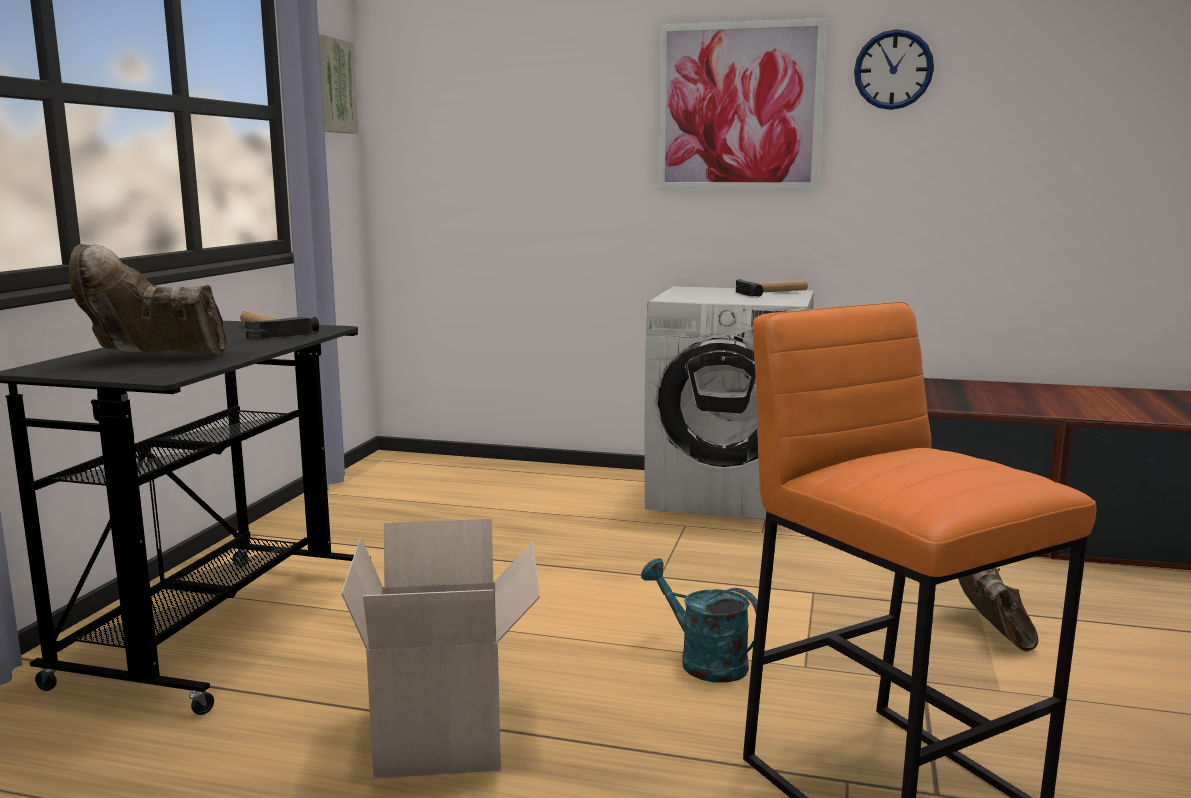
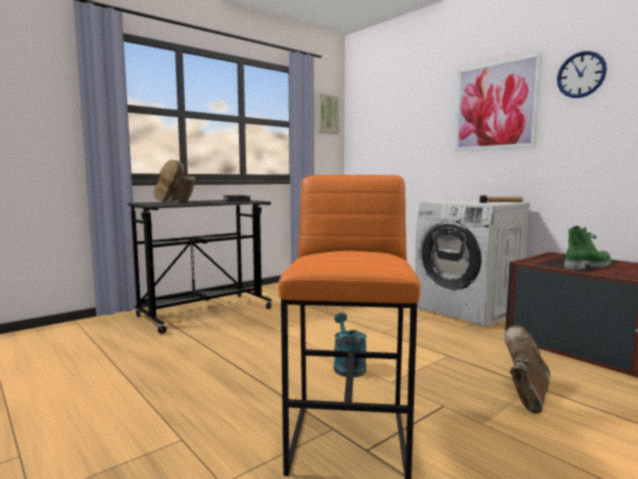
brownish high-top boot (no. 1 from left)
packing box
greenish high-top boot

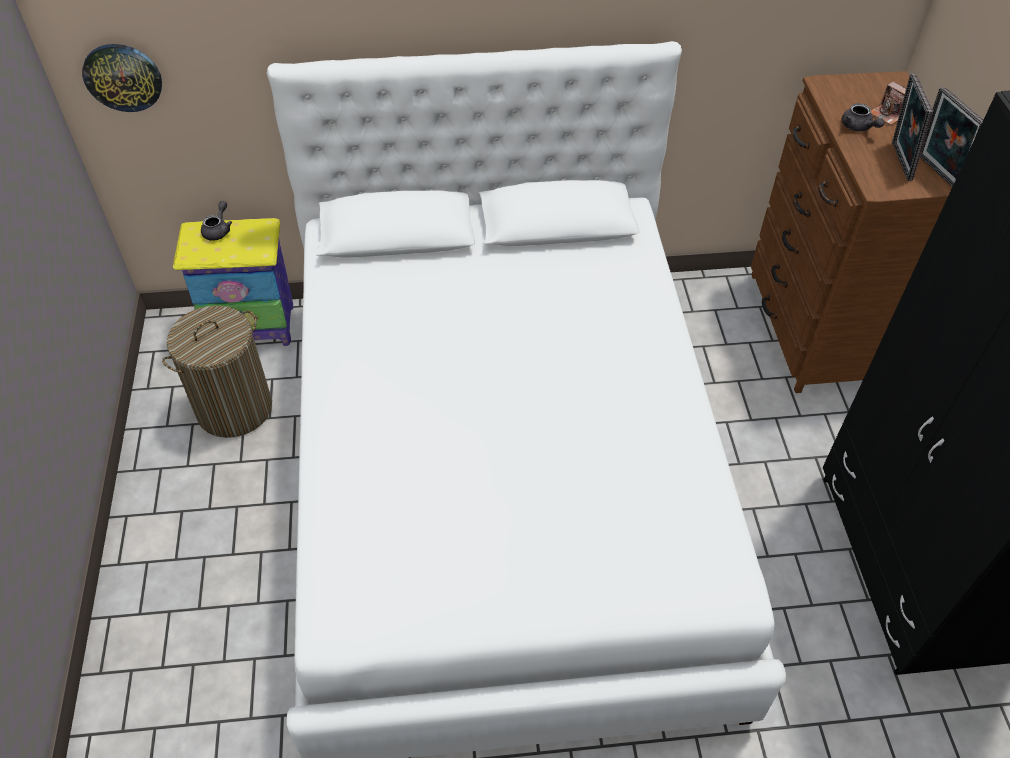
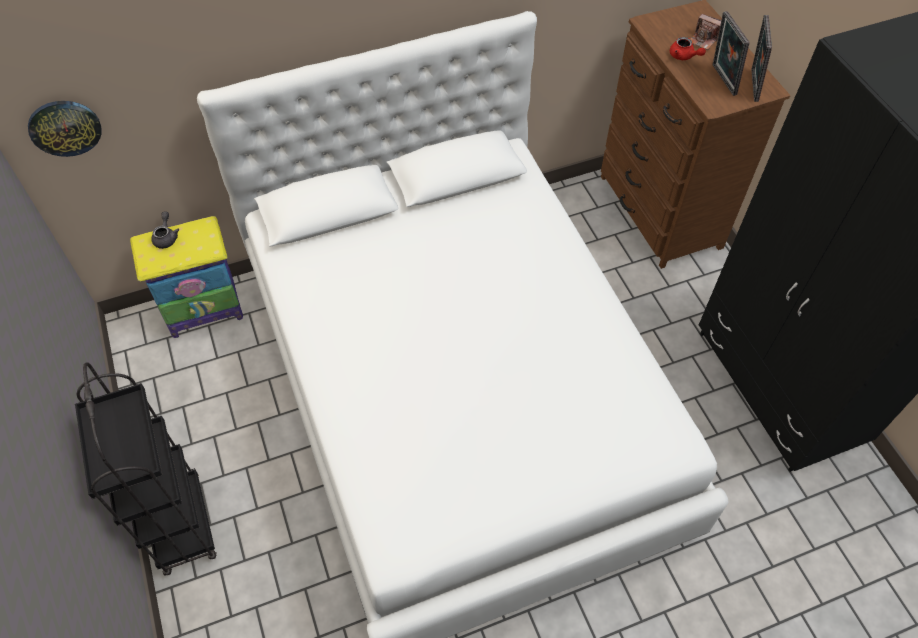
laundry basket
red-coloured pot for tea
standing frame (no. 2 from left)
black-coloured trolley

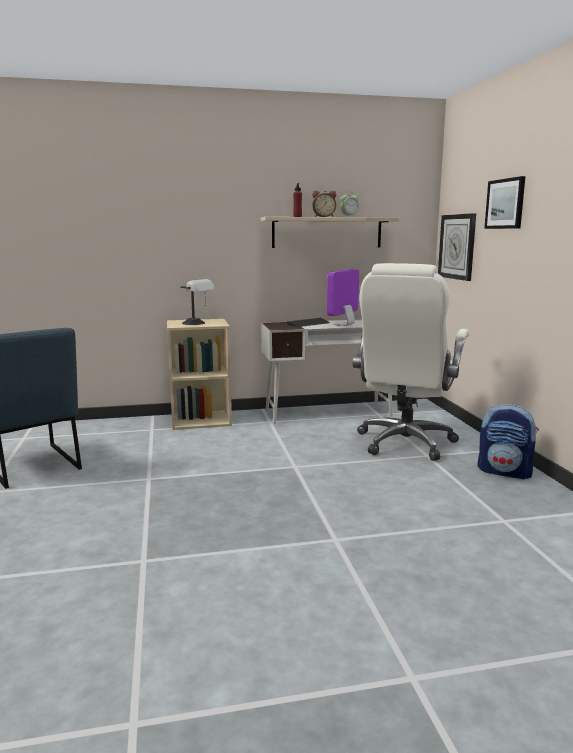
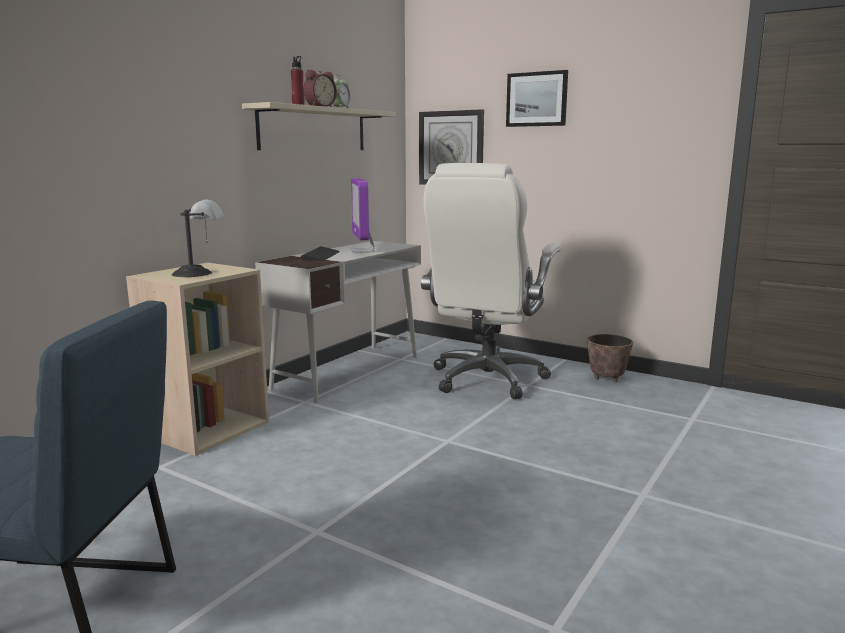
whitish office chair
flower pot

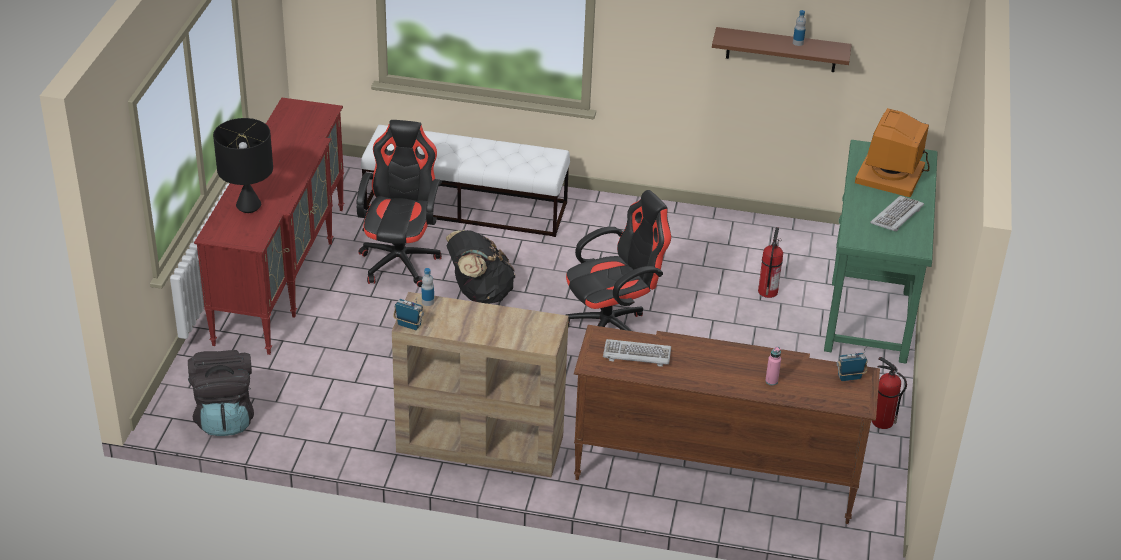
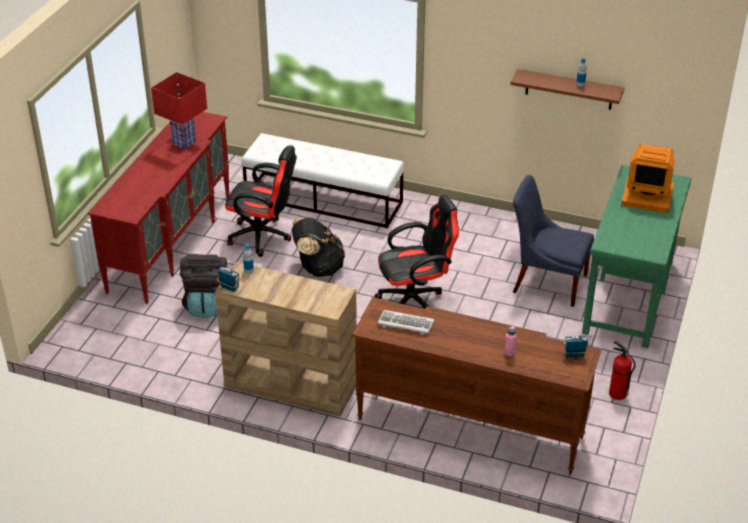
black-coloured rucksack (no. 1 from left)
black-coloured table lamp
black-coloured office chair (no. 1 from left)
bluish upright chair
computer screen
keyboard (no. 2 from left in the first image)
red-coloured table lamp

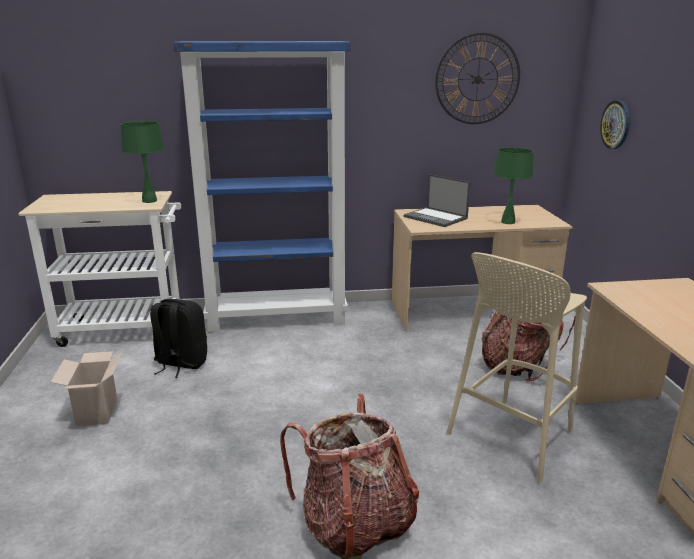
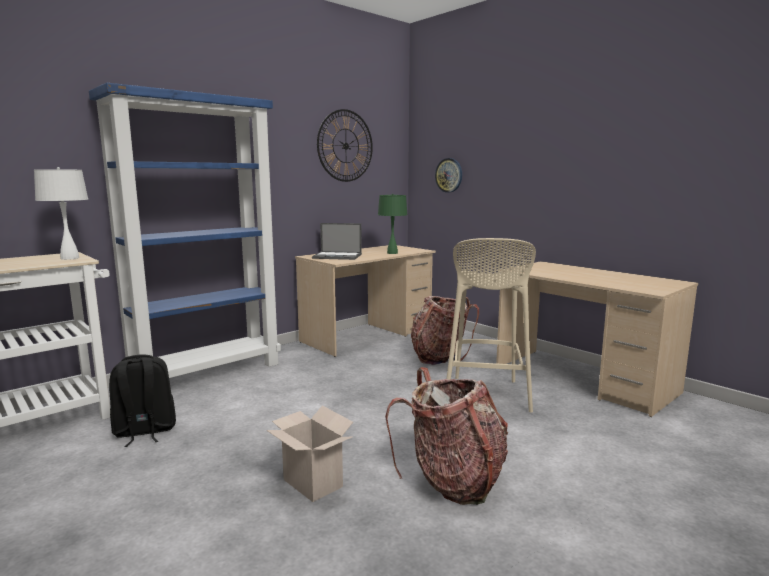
packing box
whitish table lamp

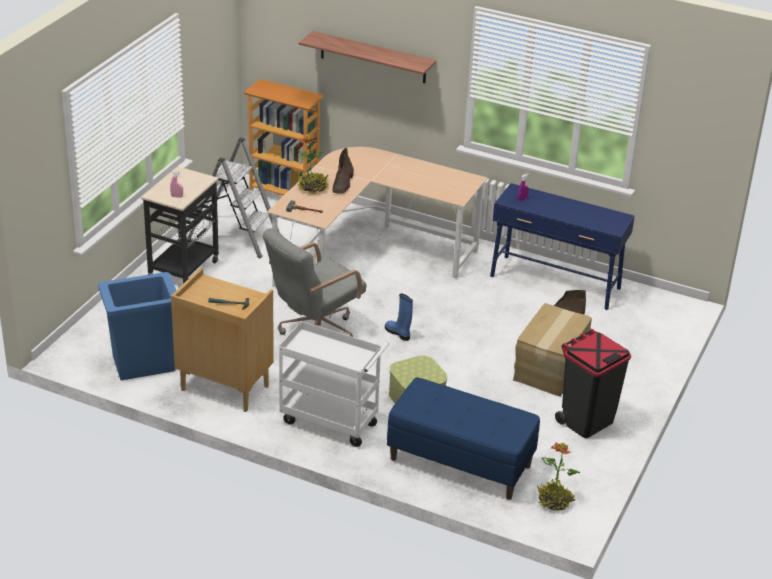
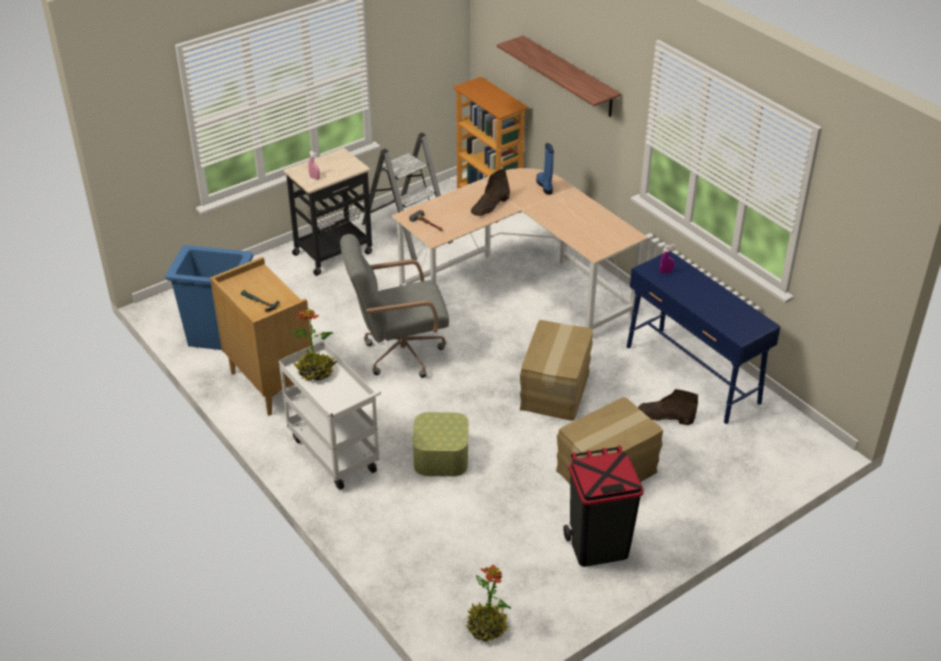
potted plant (no. 1 from left)
bluish high-top boot
bluish bench
packing box (no. 1 from left)

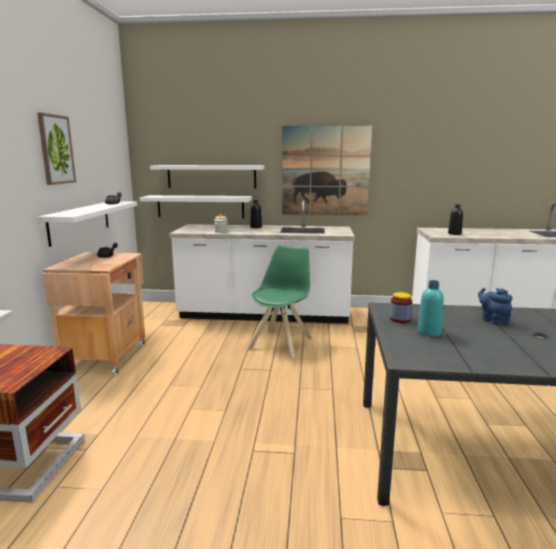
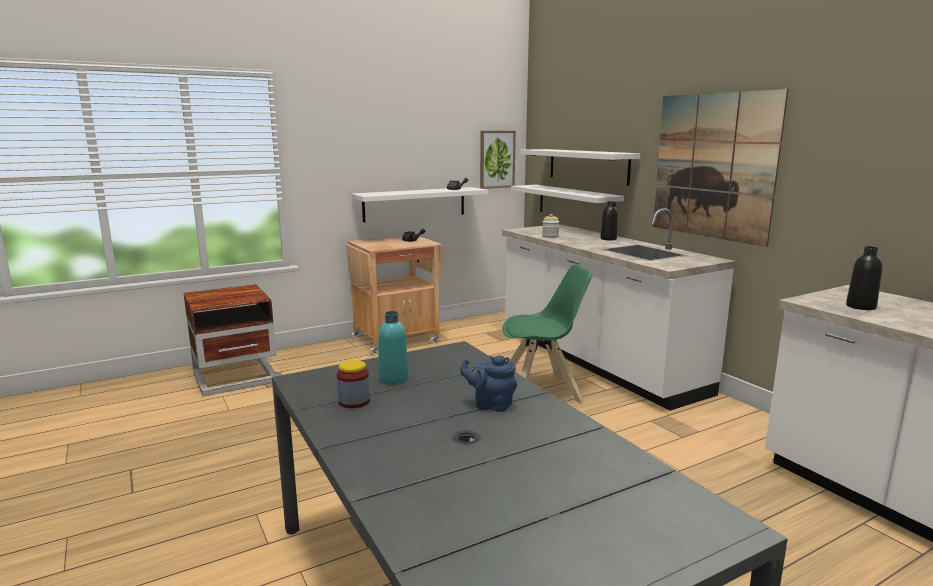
wall picture (no. 1 from left)
preserve jar (no. 1 from left)
bluish pot for tea

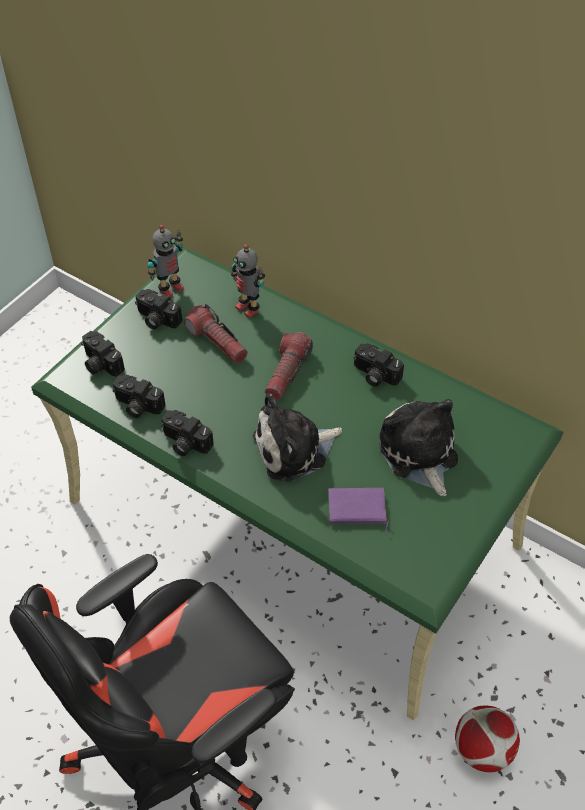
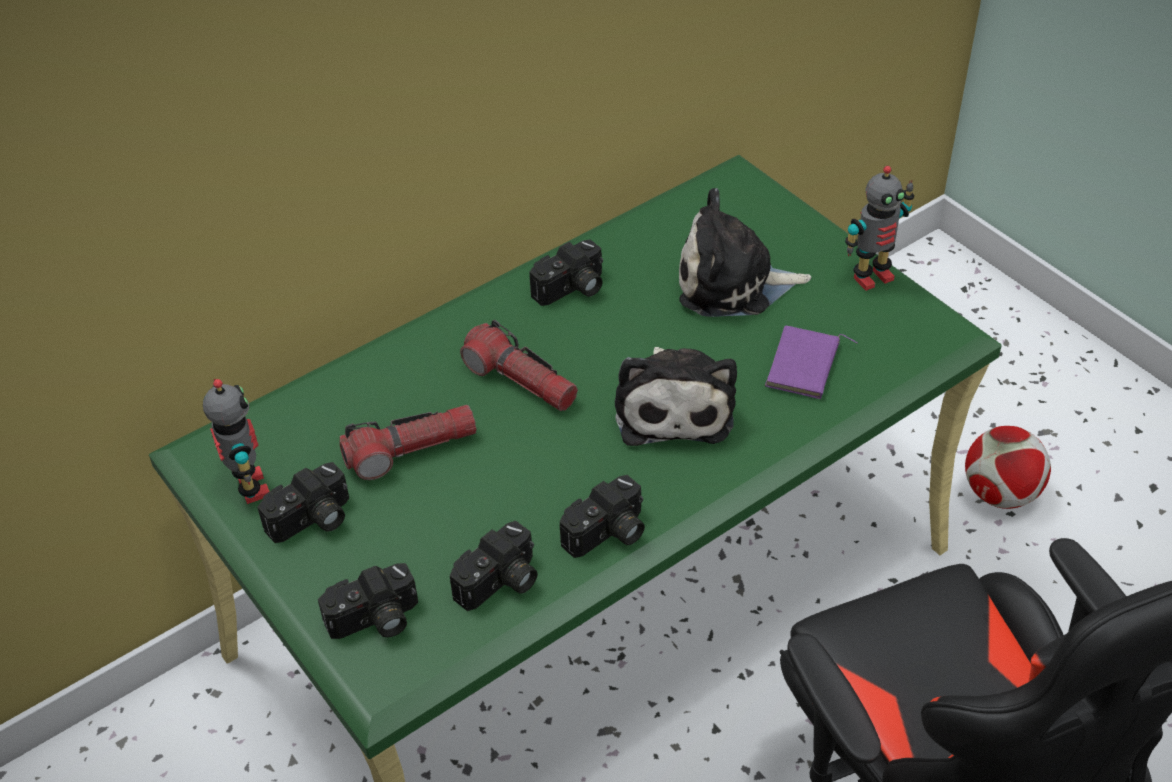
robot figure (no. 2 from left)

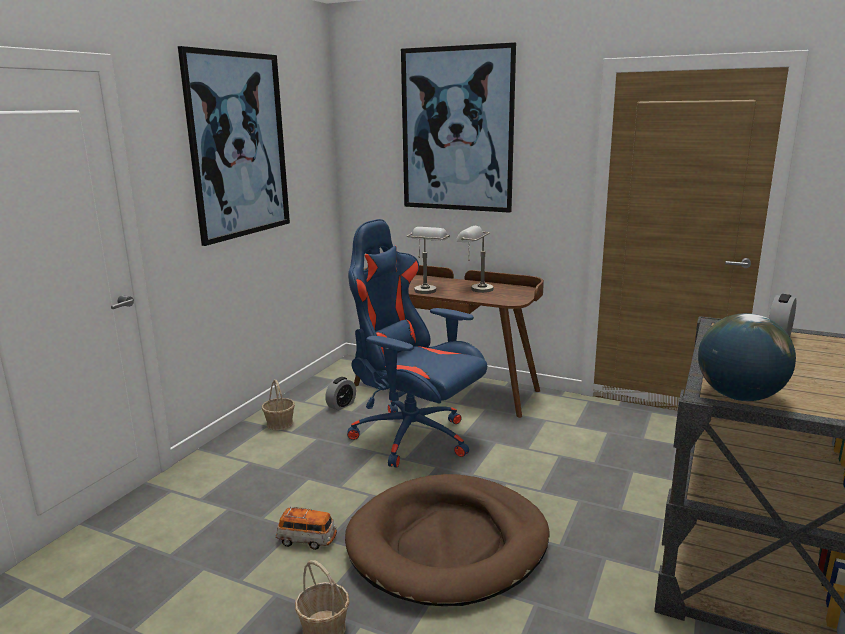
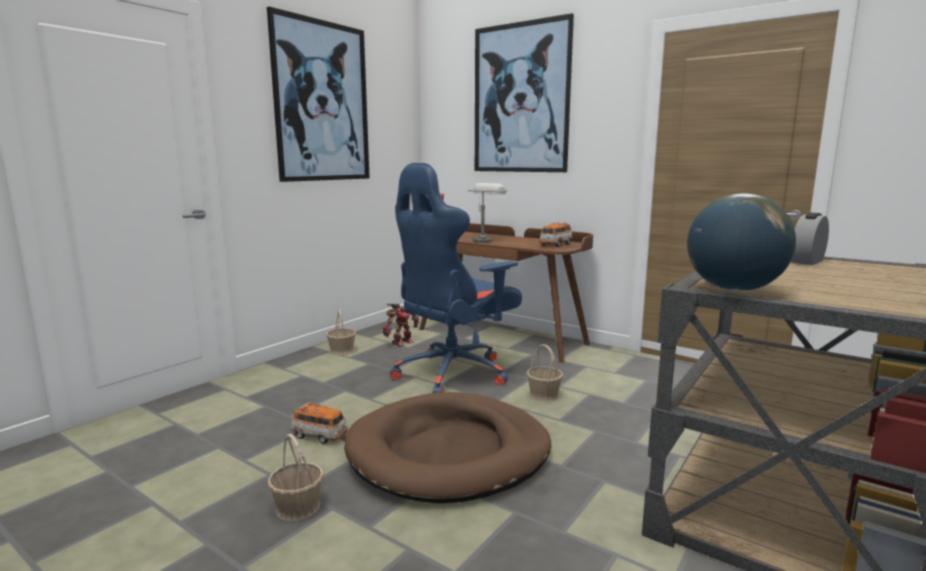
robot figure
bluish office chair
grey table lamp (no. 2 from left in the first image)
storage basket (no. 3 from left)
model car (no. 2 from left)

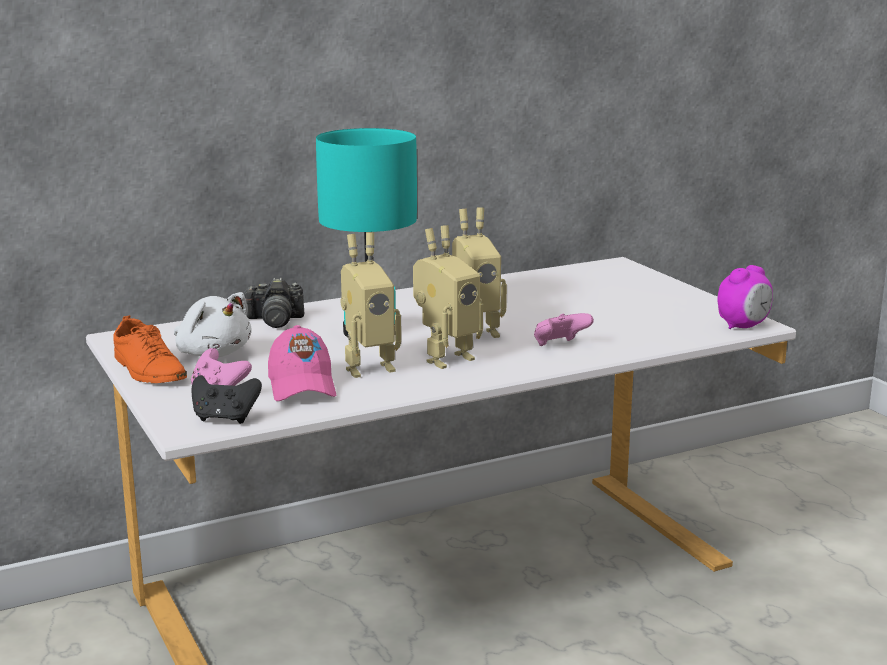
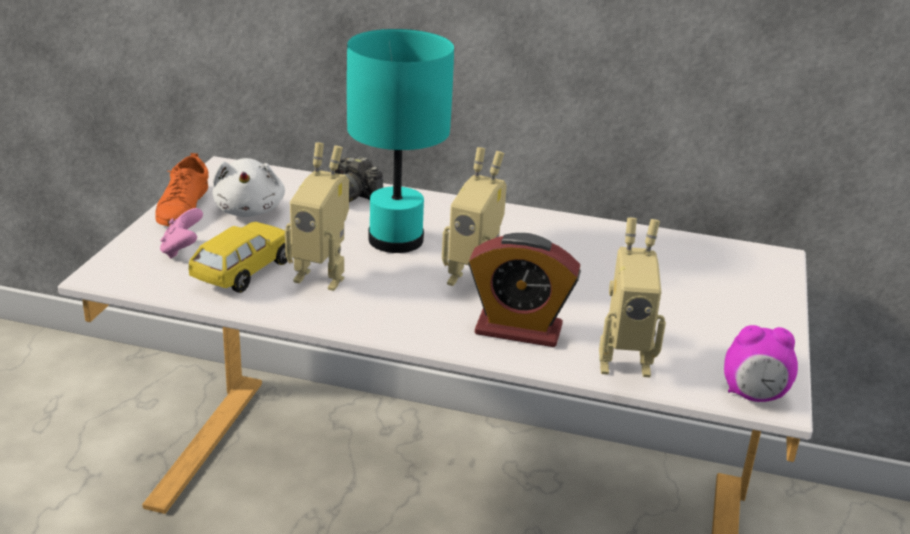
black-coloured gamepad
yellowish model car
robot figure (no. 3 from left)
bedside clock (no. 1 from left)

